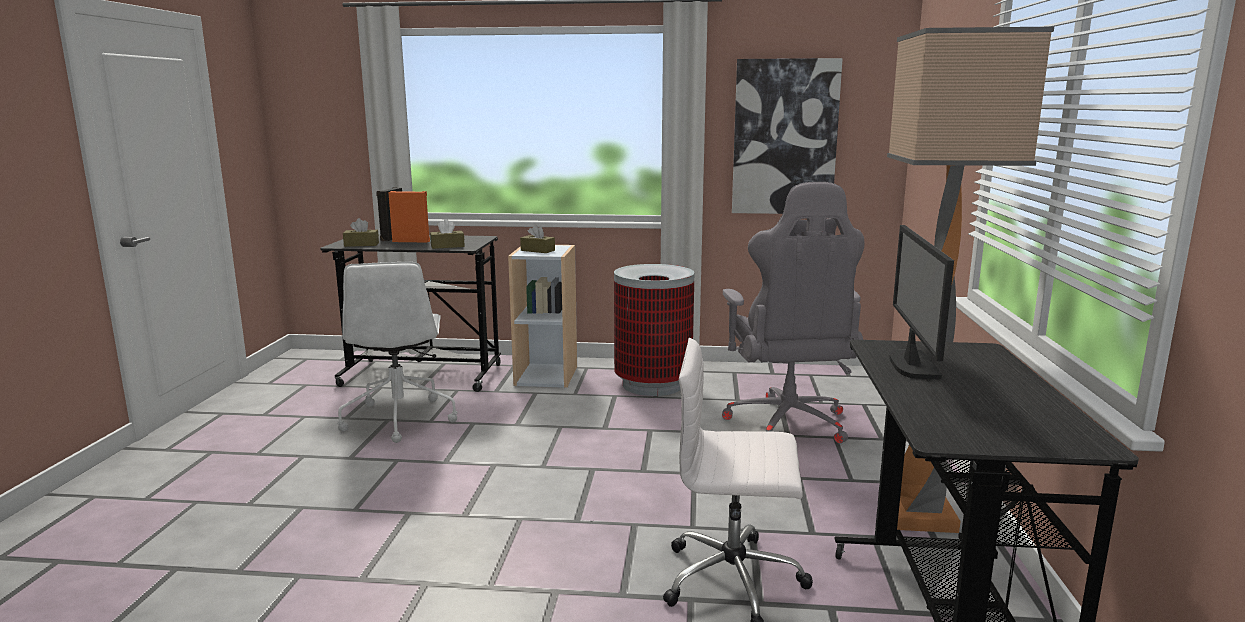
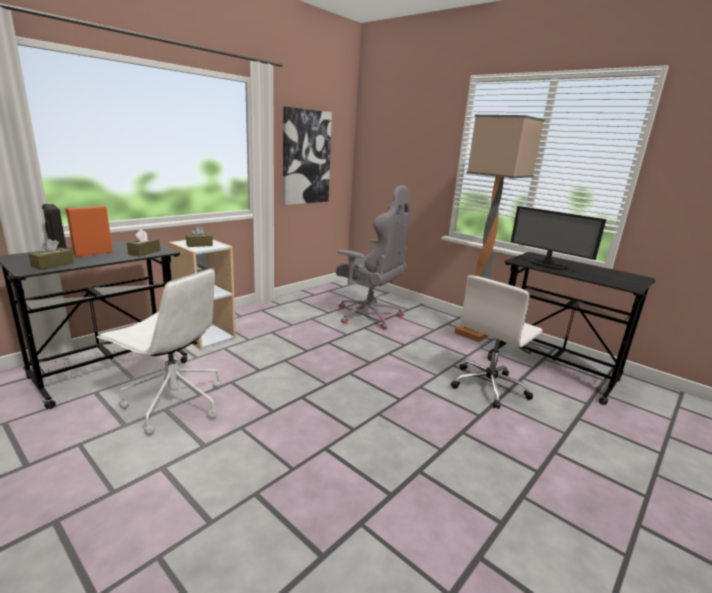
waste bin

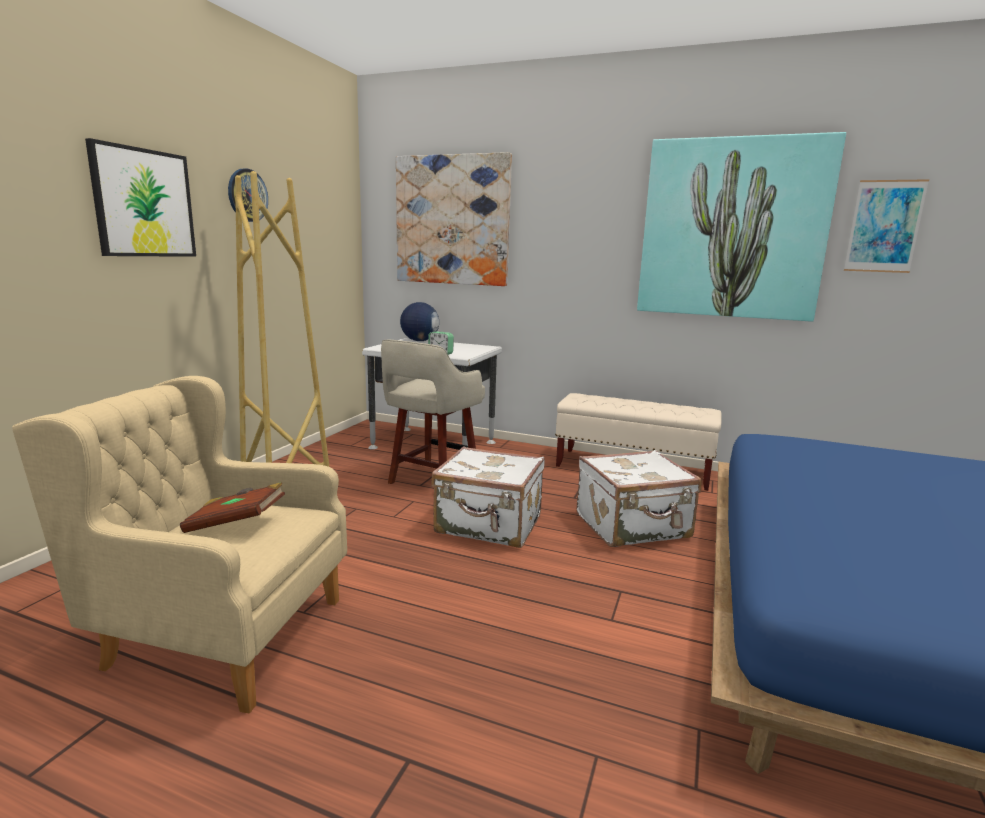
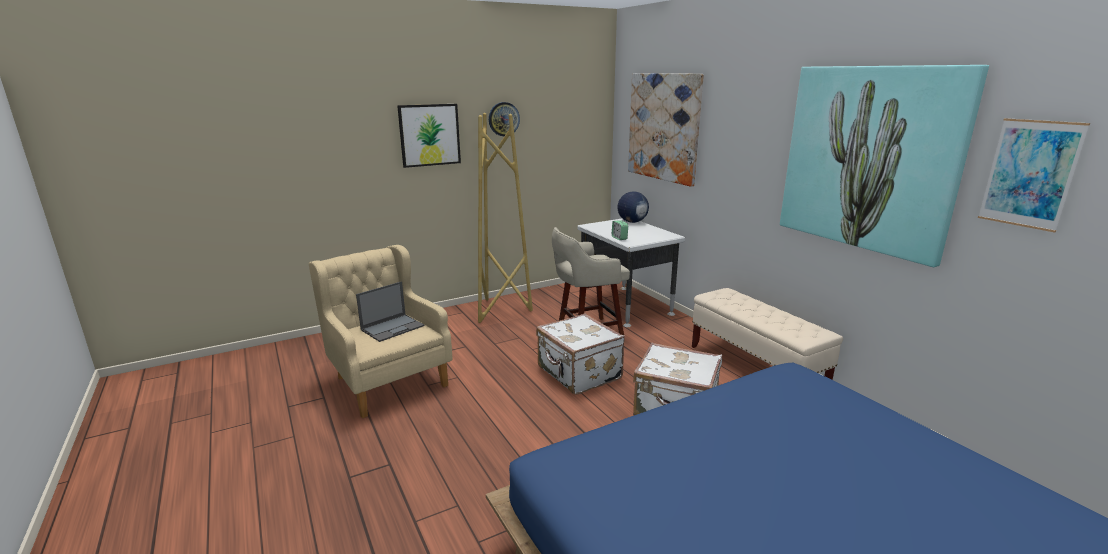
notebook computer

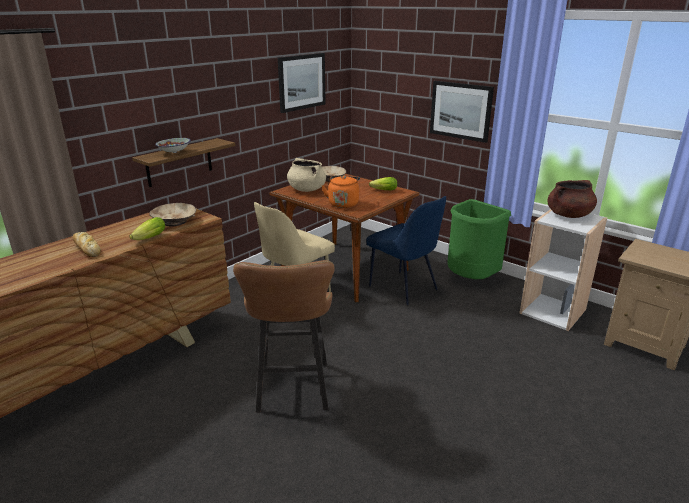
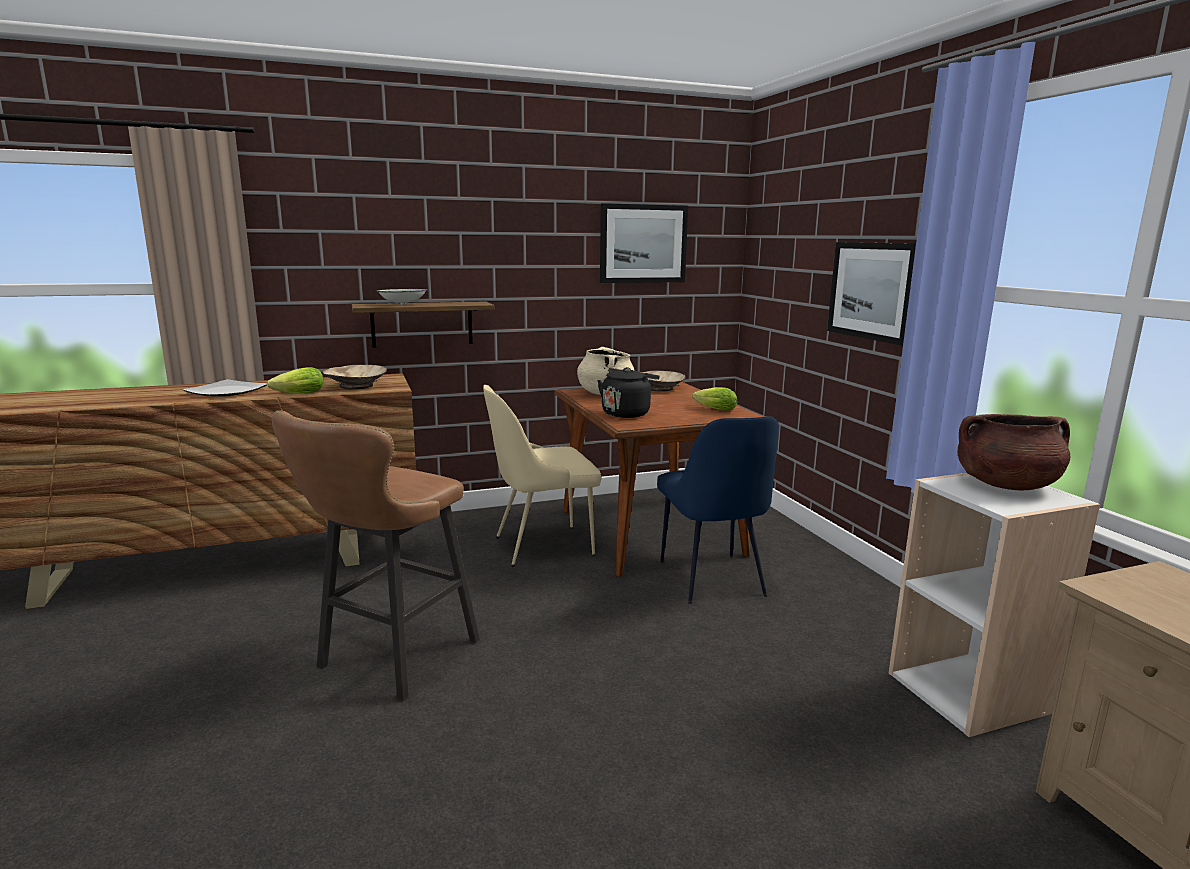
flat dish
black-coloured tea kettle
greenish waste bin

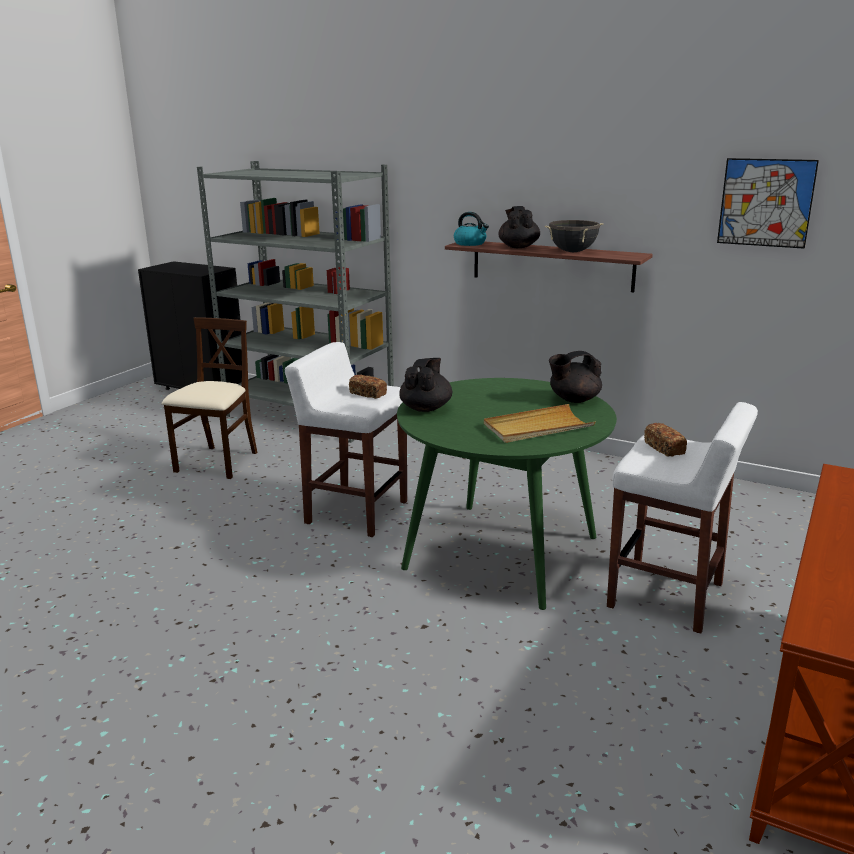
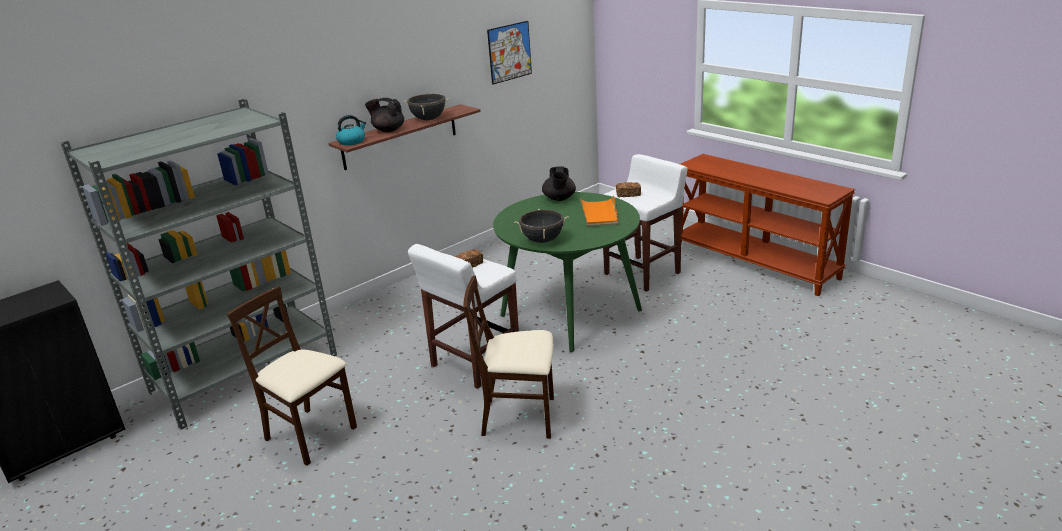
black-coloured cooking pot (no. 2 from left)
orange-coloured carrying tray
sand-coloured upright chair (no. 2 from left)

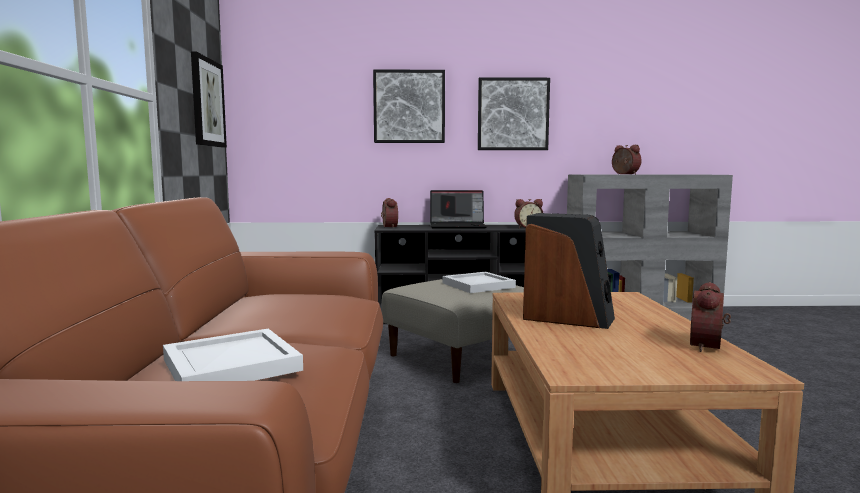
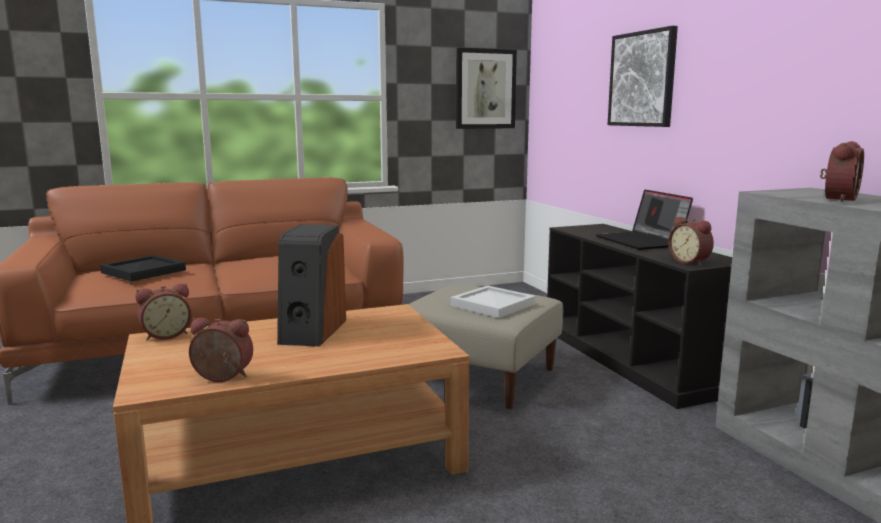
black-coloured carrying tray
bedside clock (no. 1 from left)
wall picture (no. 3 from left in the first image)

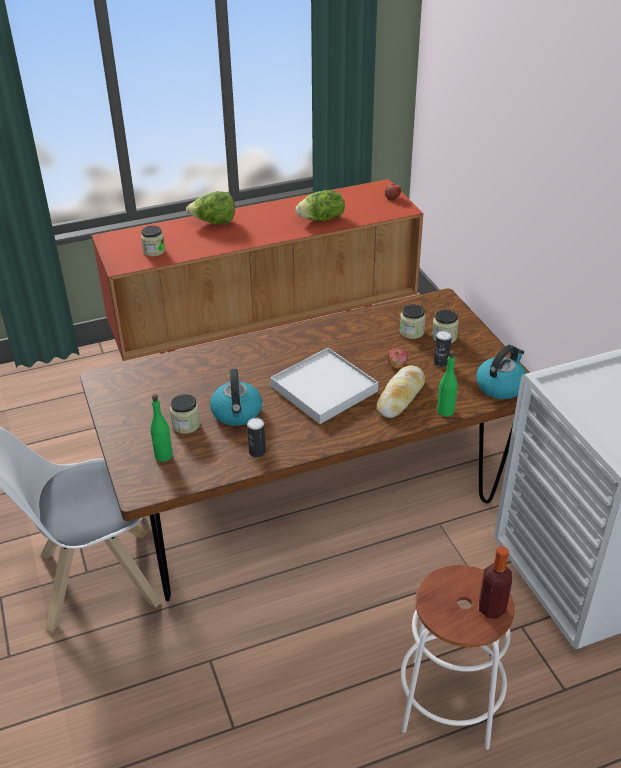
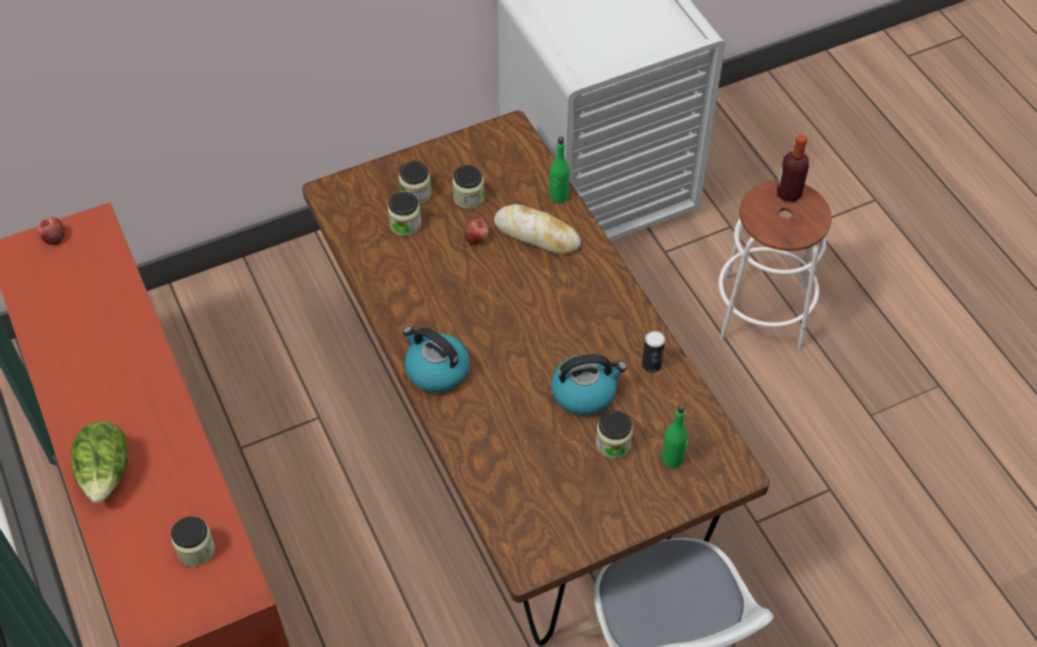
whitish carrying tray
lettuce (no. 2 from left in the first image)
preserve jar (no. 4 from left)
tea kettle (no. 1 from left)

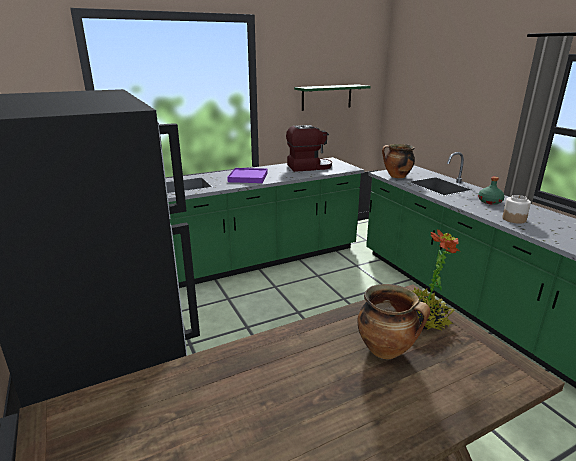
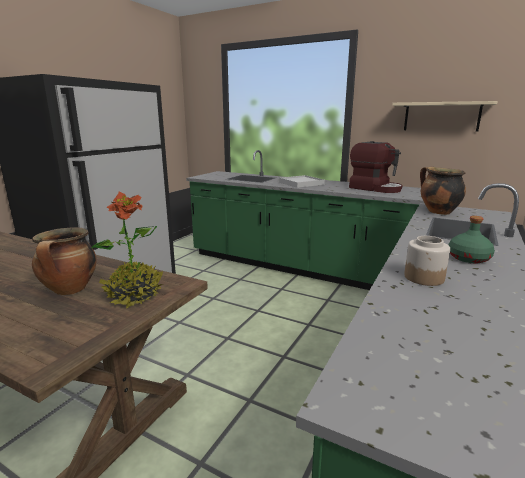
whitish carrying tray
sand-coloured wall shelf

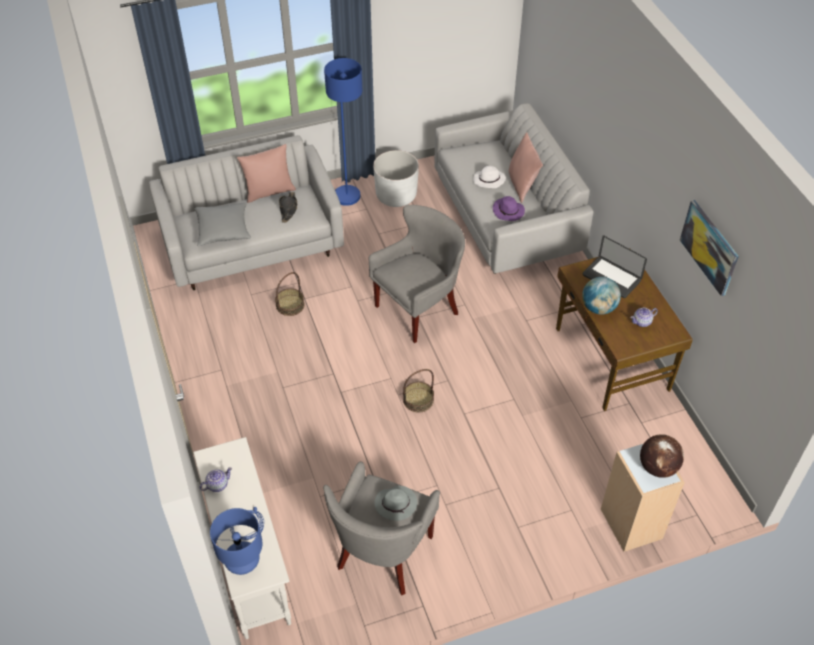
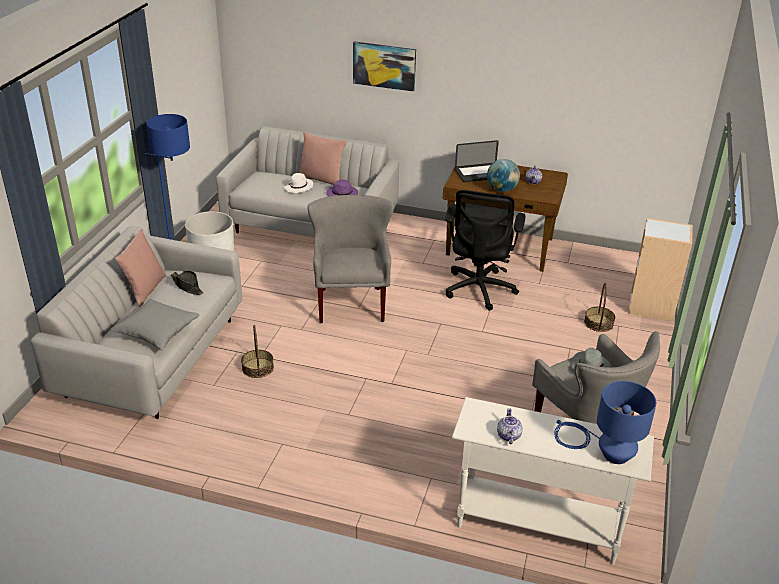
storage basket (no. 2 from left)
desk globe (no. 2 from left in the first image)
wall picture
black-coloured office chair

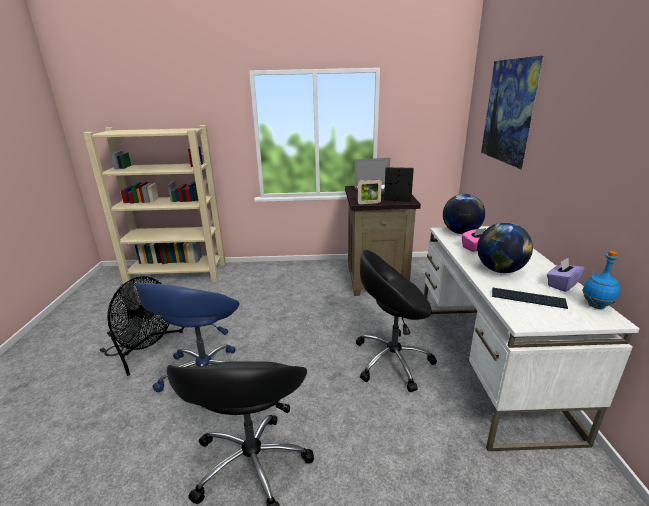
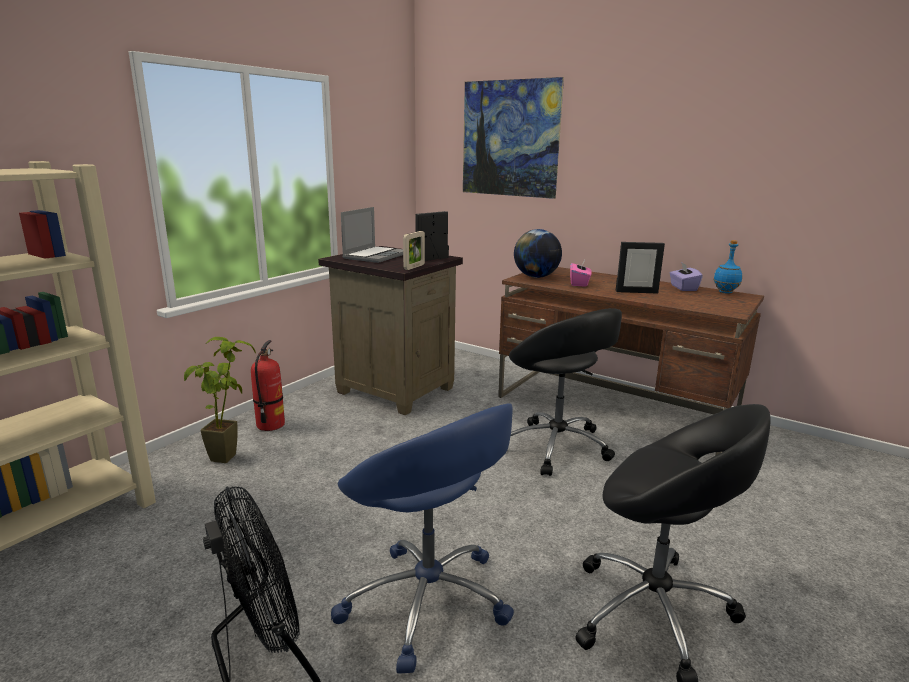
black-coloured office chair (no. 1 from left)
brownish desk table
standing frame (no. 3 from left)
keyboard
potted plant
extinguisher

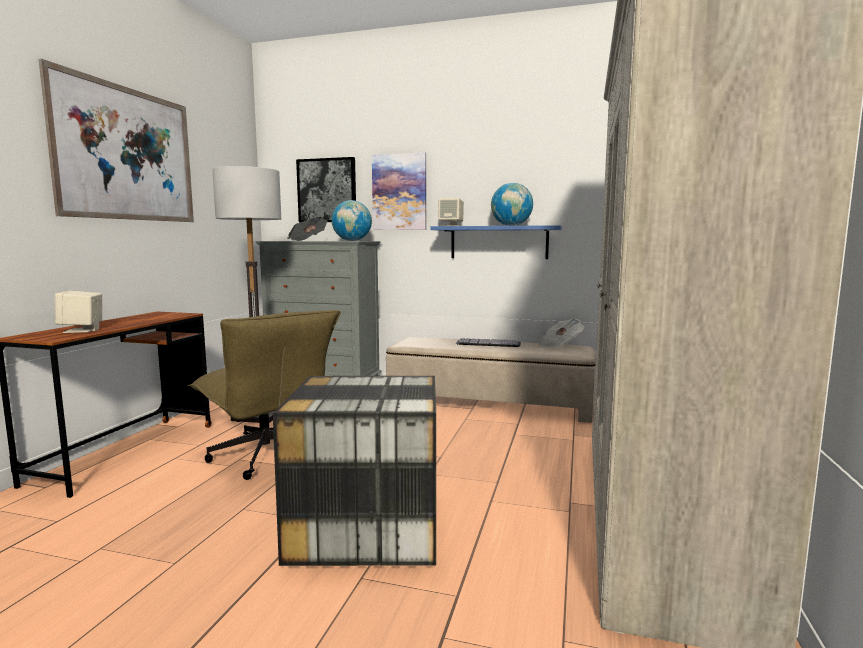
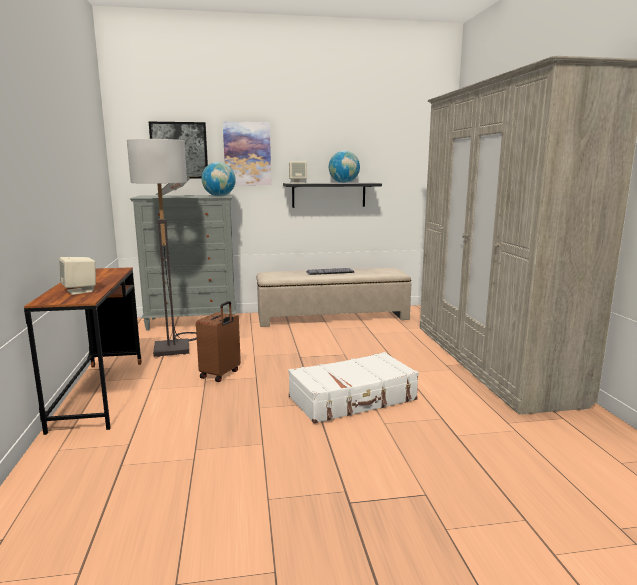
wall picture (no. 1 from left in the first image)
brownish suitcase
whitish suitcase
black-coloured wall shelf
daily paper (no. 2 from left in the first image)

